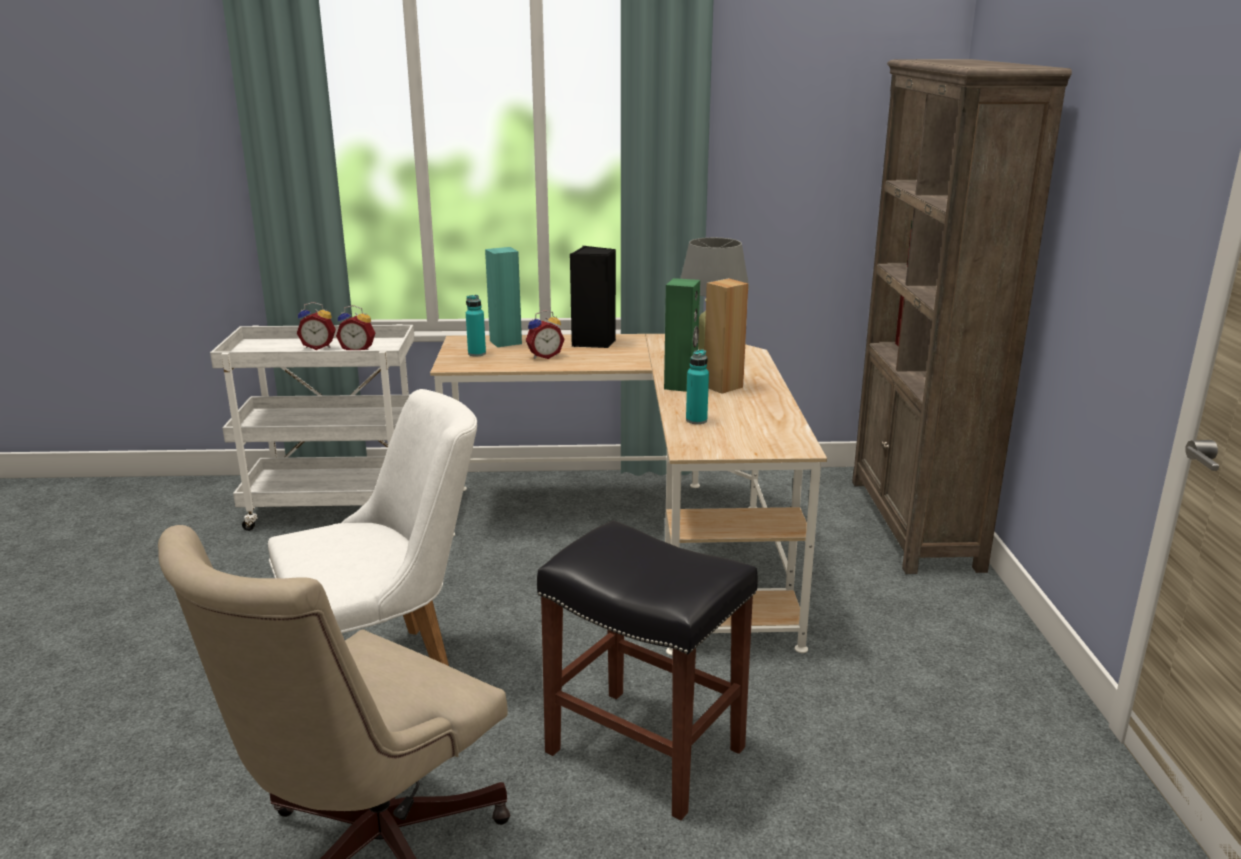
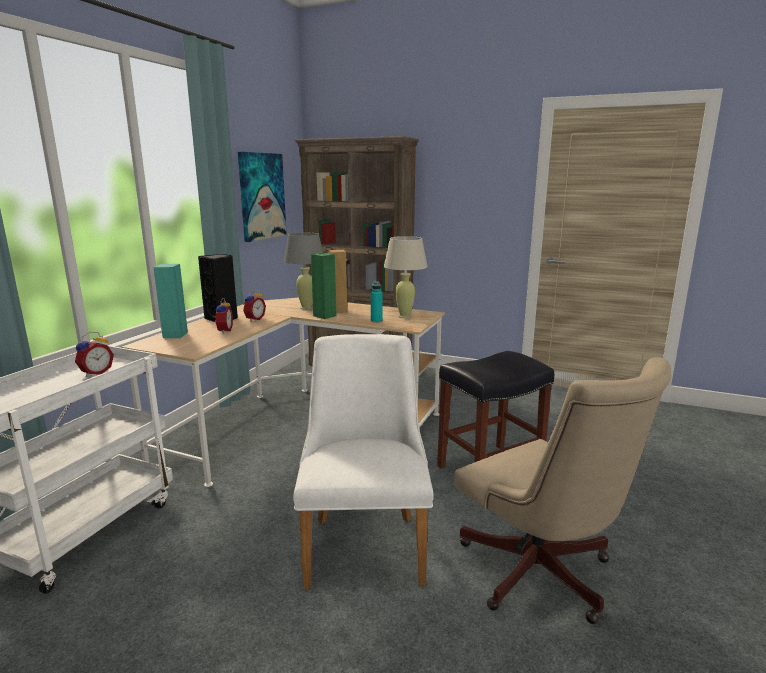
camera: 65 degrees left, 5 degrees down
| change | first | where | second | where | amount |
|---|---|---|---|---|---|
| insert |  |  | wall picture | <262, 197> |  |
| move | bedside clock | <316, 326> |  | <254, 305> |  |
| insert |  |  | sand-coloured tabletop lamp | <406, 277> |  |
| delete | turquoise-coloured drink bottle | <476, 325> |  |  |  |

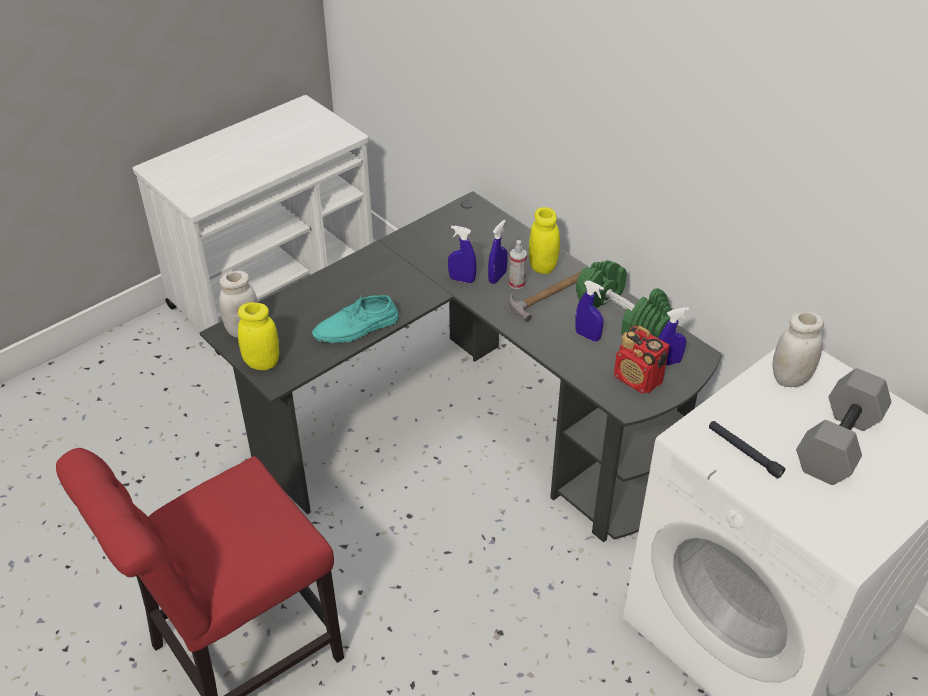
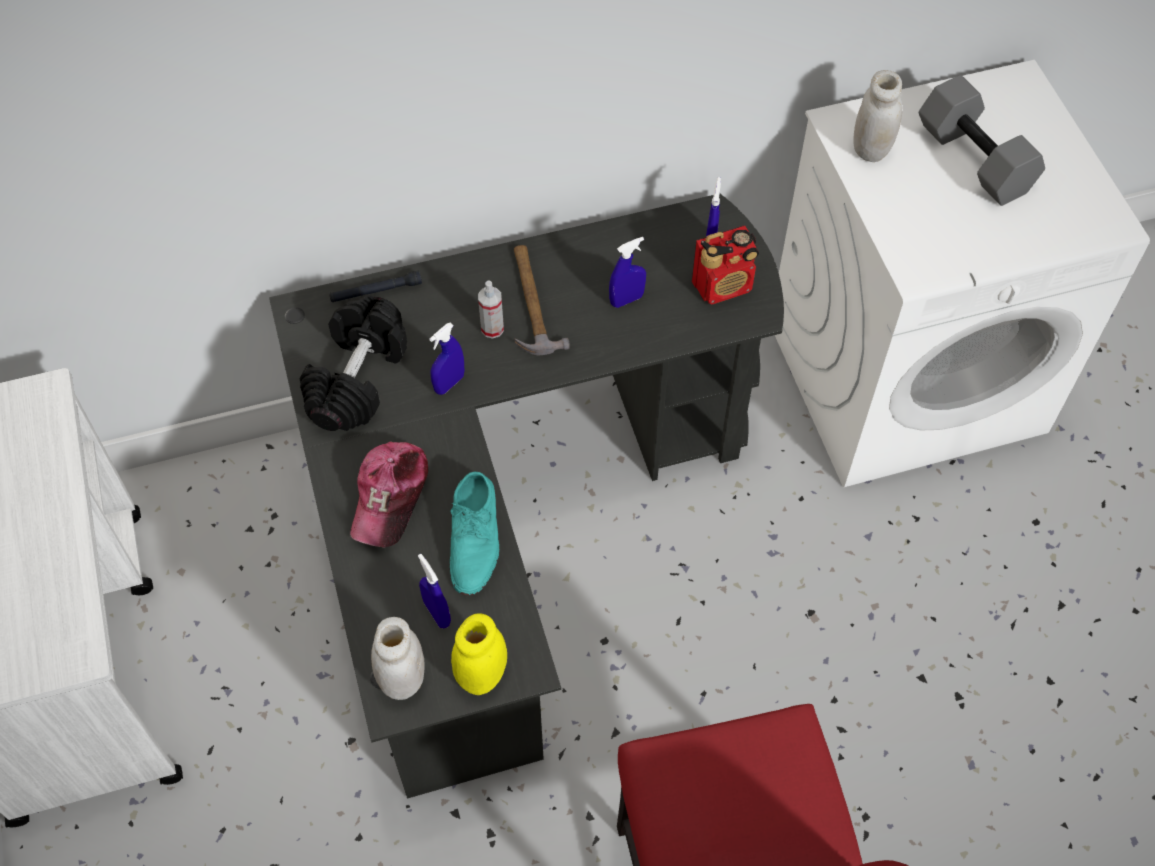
camera: 65 degrees left, 15 degrees up
| change | first | where | second | where | amount |
|---|---|---|---|---|---|
| insert |  |  | black dumbbell | <353, 362> |  |
| move | black hand torch | <747, 450> |  | <375, 286> |  |
| insert |  |  | peaked cap | <389, 494> |  |
| move | blue-coloured sprayer | <498, 252> |  | <434, 591> |  |
| delete | yellow-coloured jar | <544, 240> |  |  |  |
| delete | green-coloured dumbbell | <624, 298> |  |  |  |

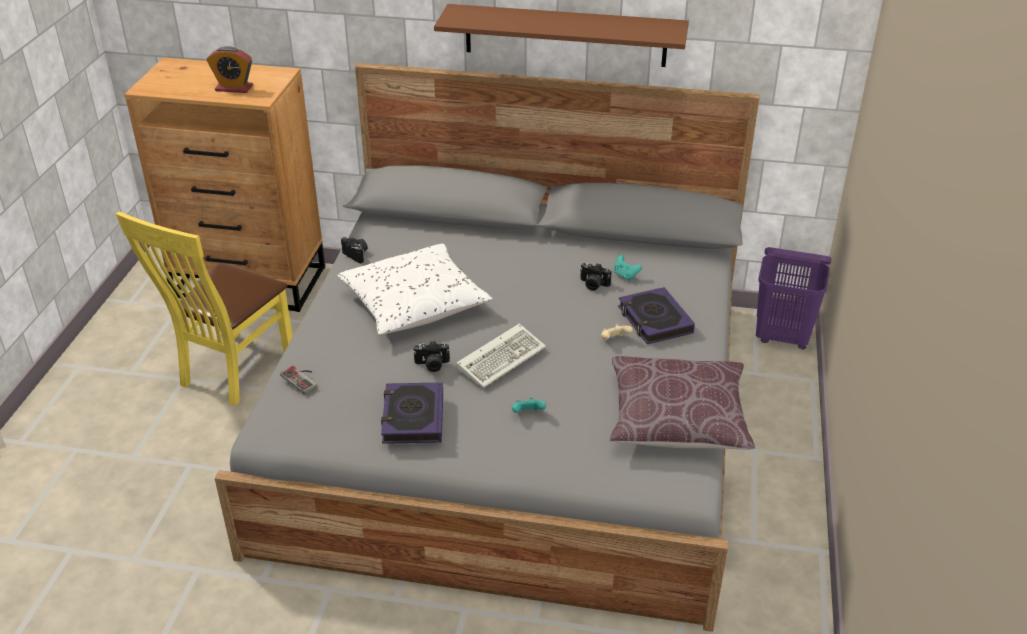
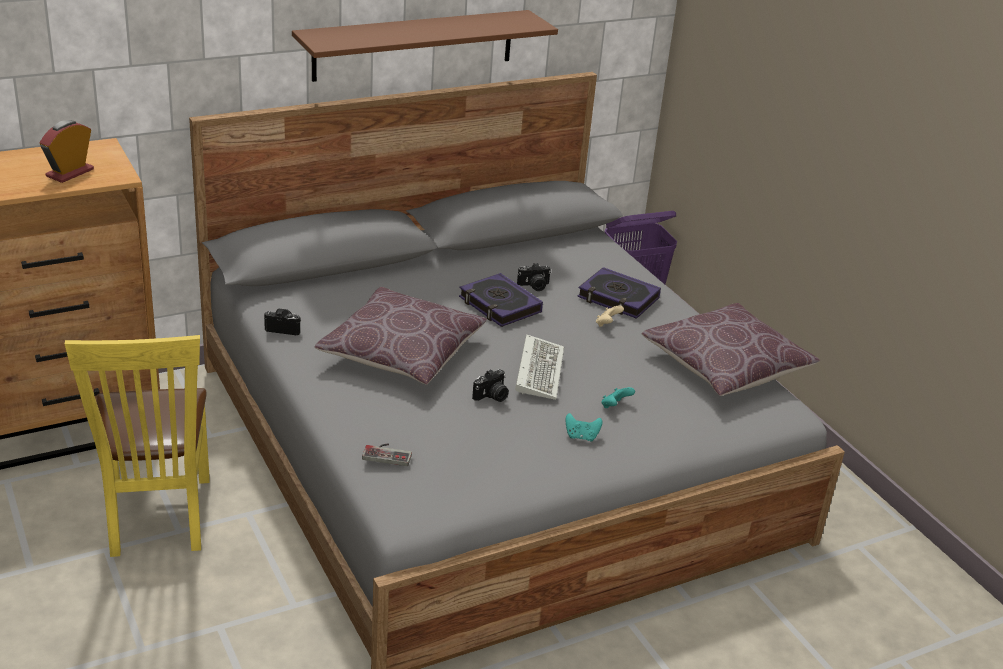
camera: 40 degrees left, 5 degrees down
| change | first | where | second | where | amount |
|---|---|---|---|---|---|
| rotate | bedside clock | <230, 69> |  | <66, 151> | 150 degrees clockwise |
| recolor | whitish pillow | <415, 289> | brownish pillow | <400, 336> |  |
| move | bound book | <412, 413> |  | <501, 300> |  |
| move | turquoise-coloured joypad | <628, 268> |  | <584, 427> |  |

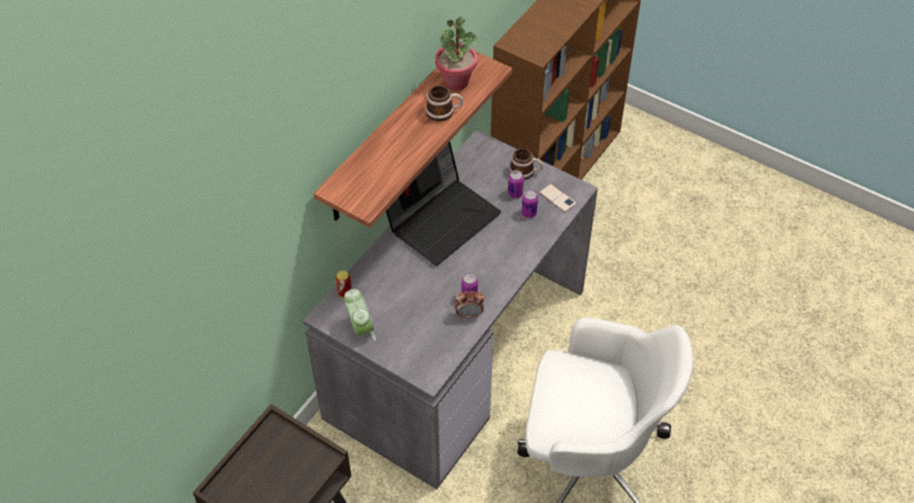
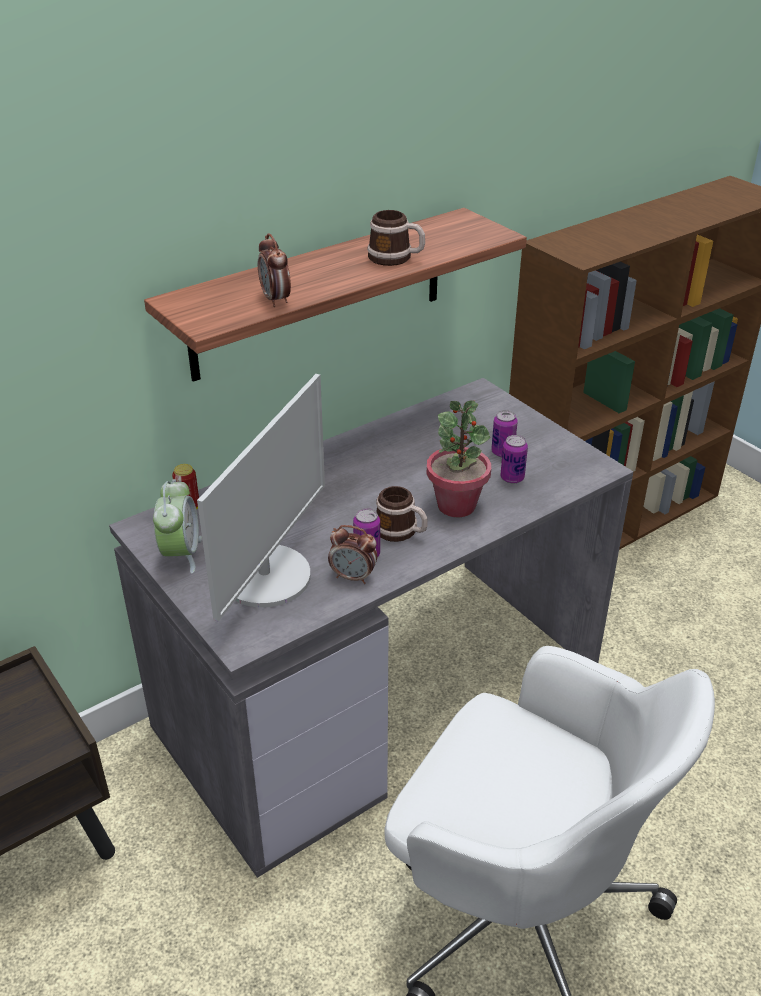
camera: 20 degrees right, 15 degrees down
| change | first | where | second | where | amount |
|---|---|---|---|---|---|
| insert |  |  | computer screen | <261, 498> |  |
| insert |  |  | bedside clock | <274, 270> |  |
| move | tea mug | <526, 164> |  | <402, 514> |  |
| move | houseplant | <456, 54> |  | <459, 459> |  |
| delete | portable computer | <443, 204> |  |  |  |
| delete | telephone | <558, 197> |  |  |  |

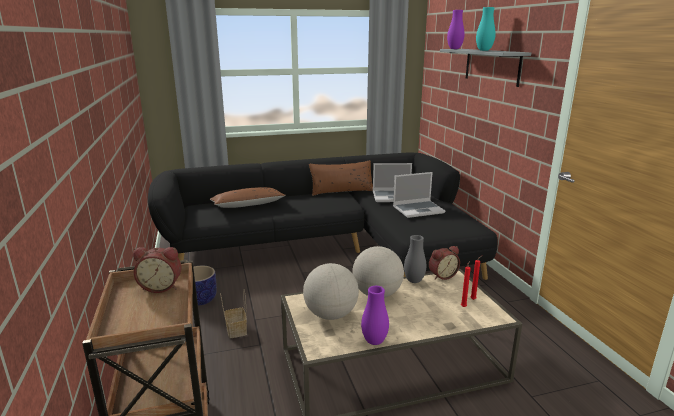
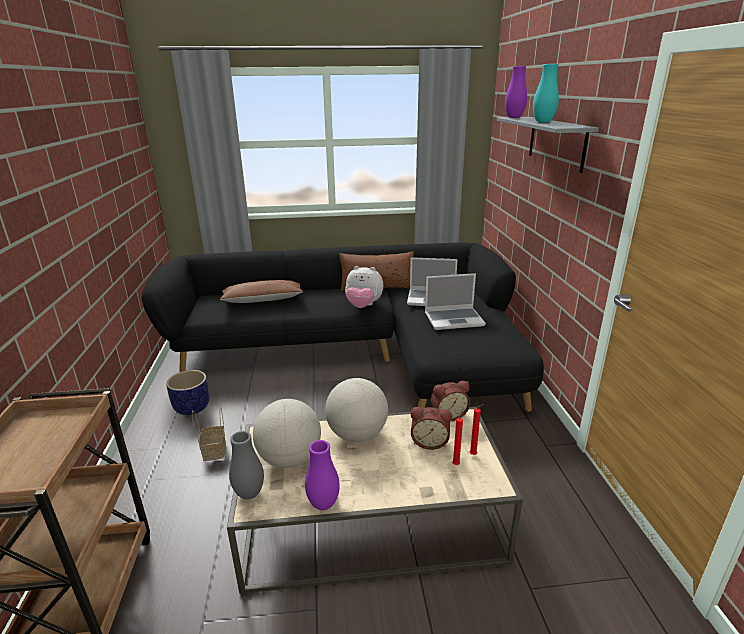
camera: 10 degrees right, 5 degrees up
| change | first | where | second | where | amount |
|---|---|---|---|---|---|
| move | grey flower vase | <415, 259> |  | <246, 465> |  |
| insert |  |  | plush toy | <364, 287> |  |
| move | bedside clock | <157, 270> |  | <431, 428> |  |

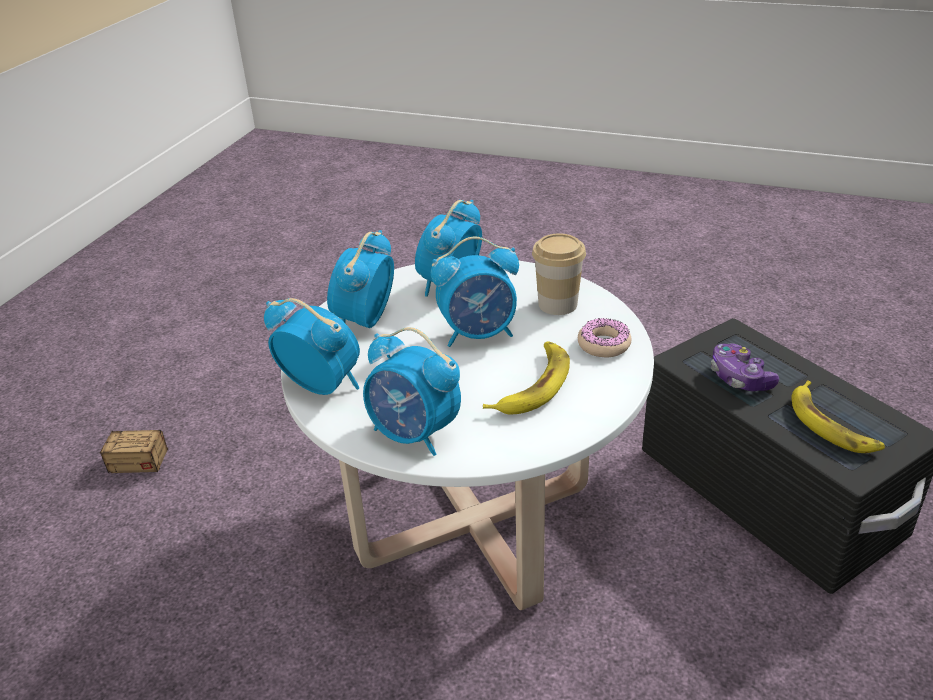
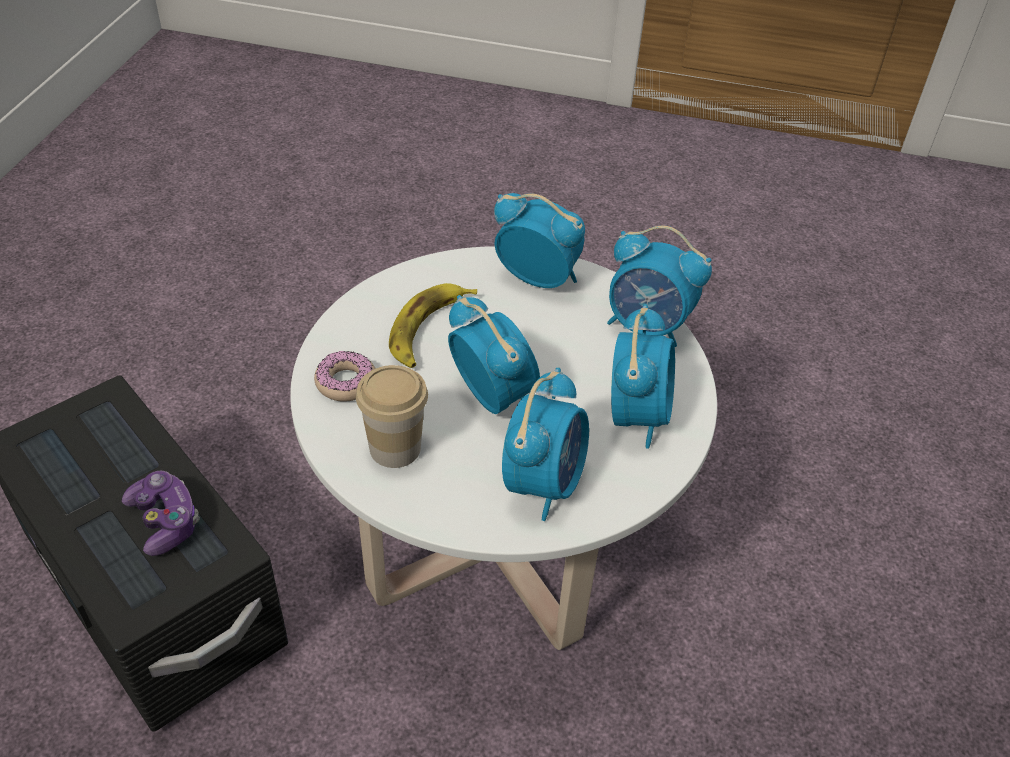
camera: 170 degrees right, 10 degrees up
| change | first | where | second | where | amount |
|---|---|---|---|---|---|
| rotate | bedside clock | <475, 292> |  | <494, 354> | 75 degrees clockwise |
| delete | storage container | <157, 426> |  |  |  |
| delete | banana | <838, 417> |  |  |  |

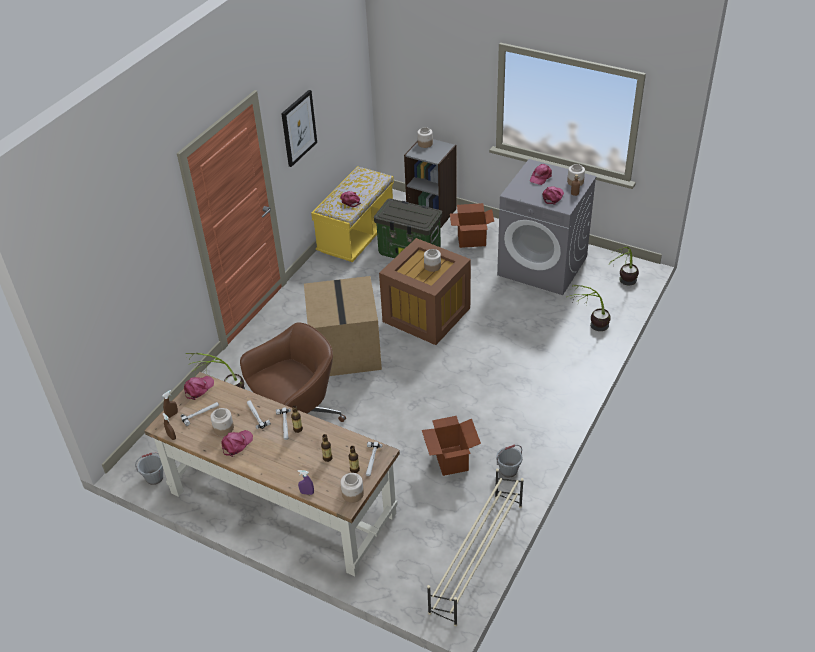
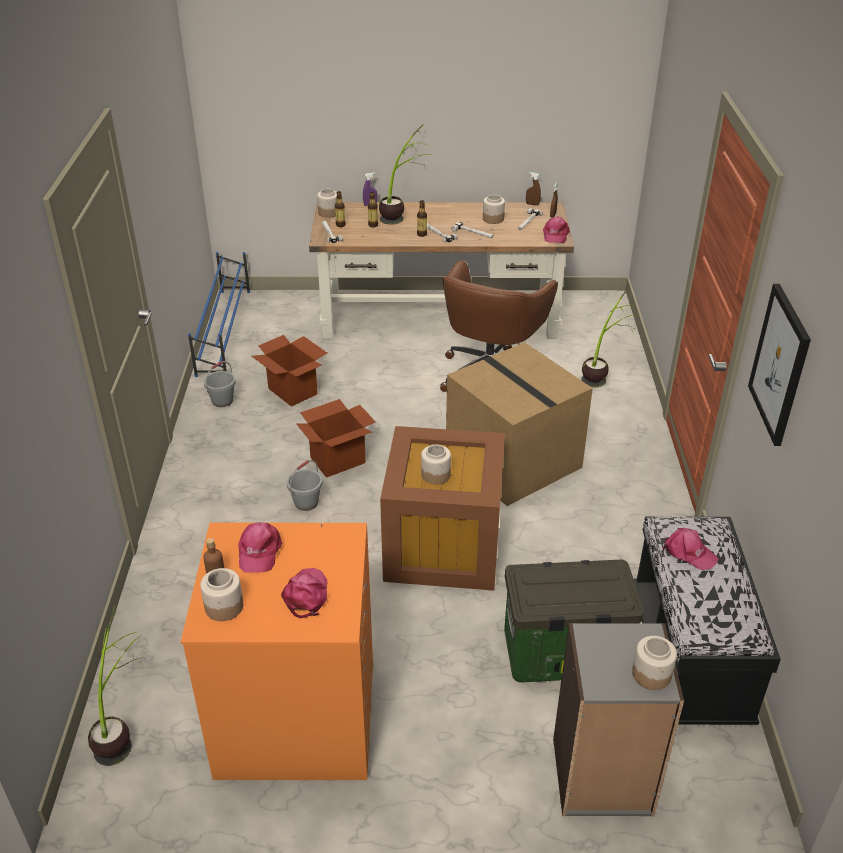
camera: 150 degrees right, 5 degrees down
| change | first | where | second | where | amount |
|---|---|---|---|---|---|
| recolor | grey laundry machine | <547, 227> | orangey laundry machine | <276, 651> |  |
| recolor | sand-coloured shoe shelf | <475, 548> | blue-coloured shoe shelf | <219, 314> |  |
| move | grey bucket | <149, 469> |  | <304, 485> |  |
| move | cardboard box | <472, 225> |  | <336, 438> |  |
| move | houseplant | <588, 308> |  | <405, 174> |  |
| recolor | yellow-coloured indoor bench | <352, 214> | black indoor bench | <707, 620> |  |
| delete | pink-coloured peaked cap | <237, 443> |  |  |  |

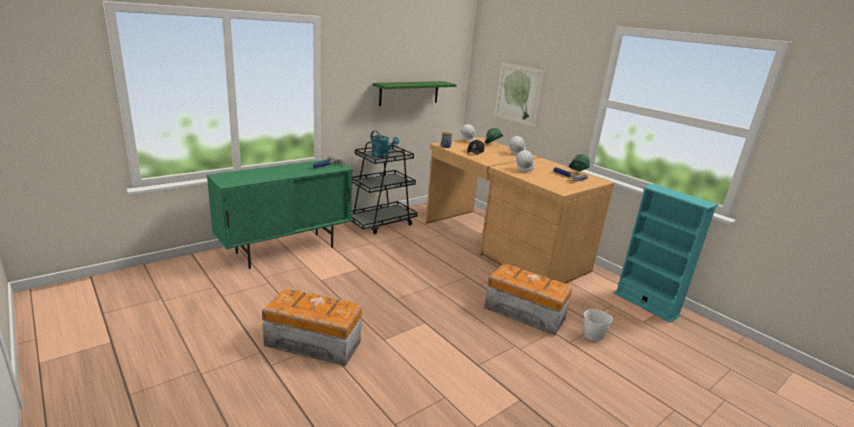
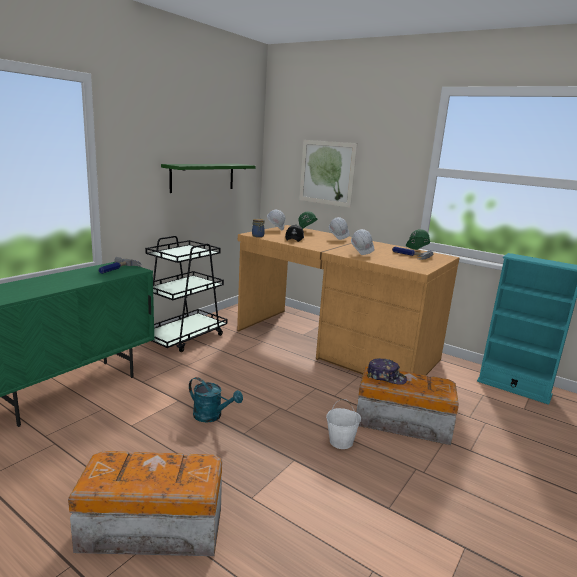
camera: 15 degrees left, 5 degrees down
| change | first | where | second | where | amount |
|---|---|---|---|---|---|
| move | turquoise-coloured watering pot | <385, 144> |  | <216, 400> |  |
| move | whitish bucket | <598, 322> |  | <343, 424> |  |
| insert |  |  | peaked cap | <387, 371> |  |

